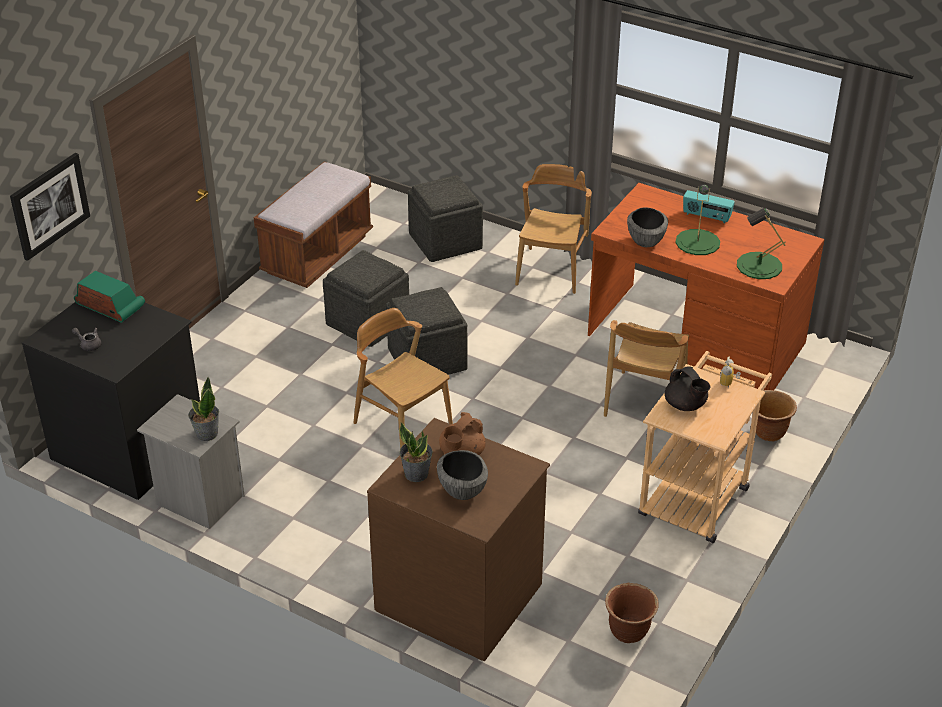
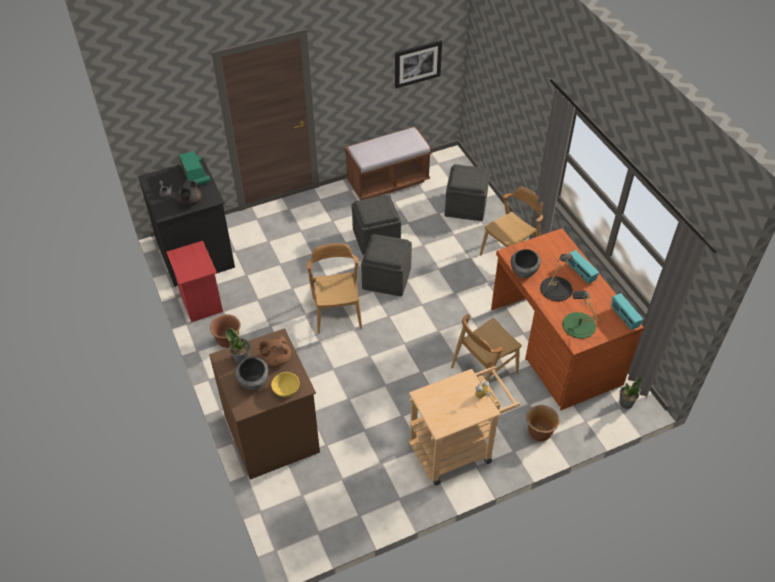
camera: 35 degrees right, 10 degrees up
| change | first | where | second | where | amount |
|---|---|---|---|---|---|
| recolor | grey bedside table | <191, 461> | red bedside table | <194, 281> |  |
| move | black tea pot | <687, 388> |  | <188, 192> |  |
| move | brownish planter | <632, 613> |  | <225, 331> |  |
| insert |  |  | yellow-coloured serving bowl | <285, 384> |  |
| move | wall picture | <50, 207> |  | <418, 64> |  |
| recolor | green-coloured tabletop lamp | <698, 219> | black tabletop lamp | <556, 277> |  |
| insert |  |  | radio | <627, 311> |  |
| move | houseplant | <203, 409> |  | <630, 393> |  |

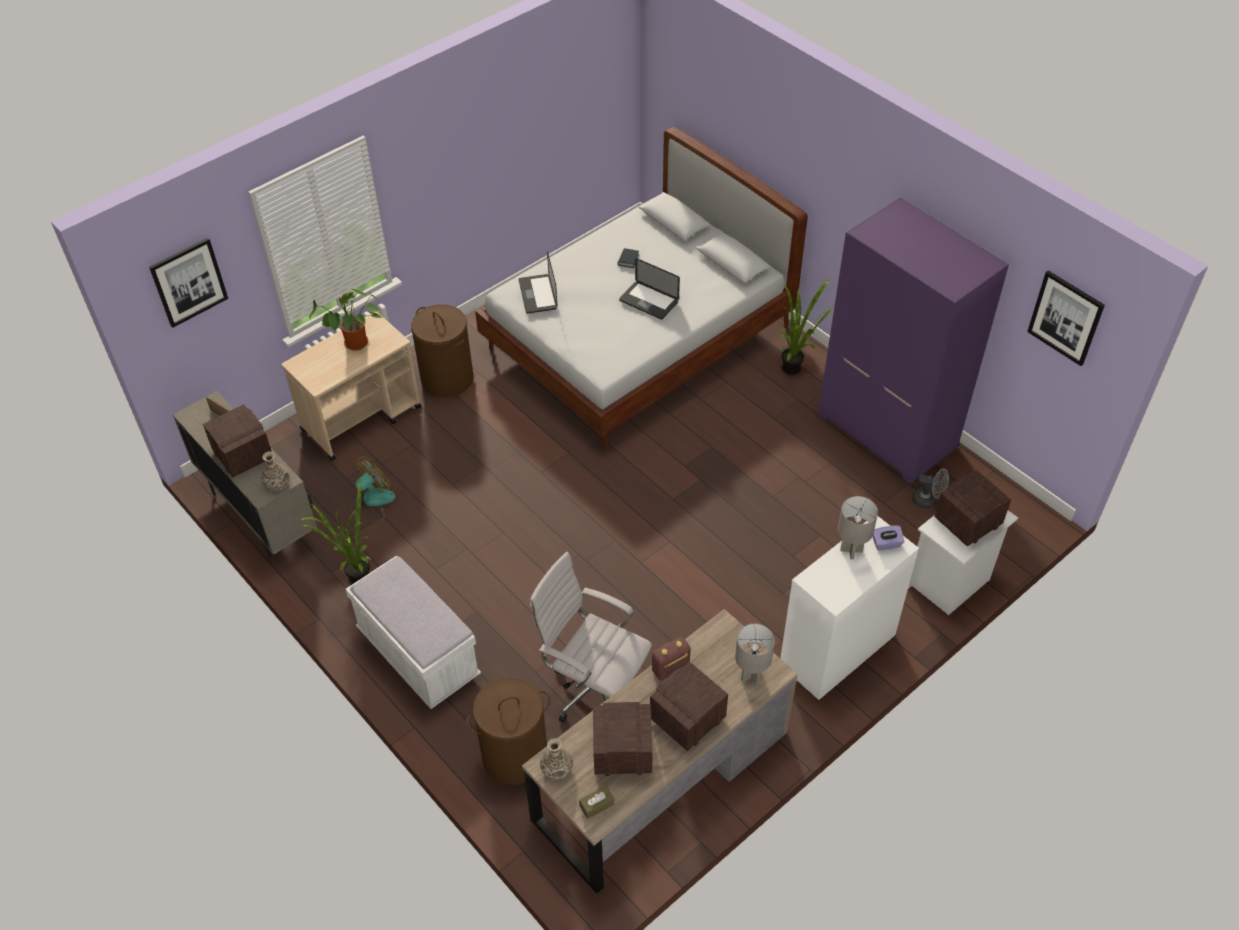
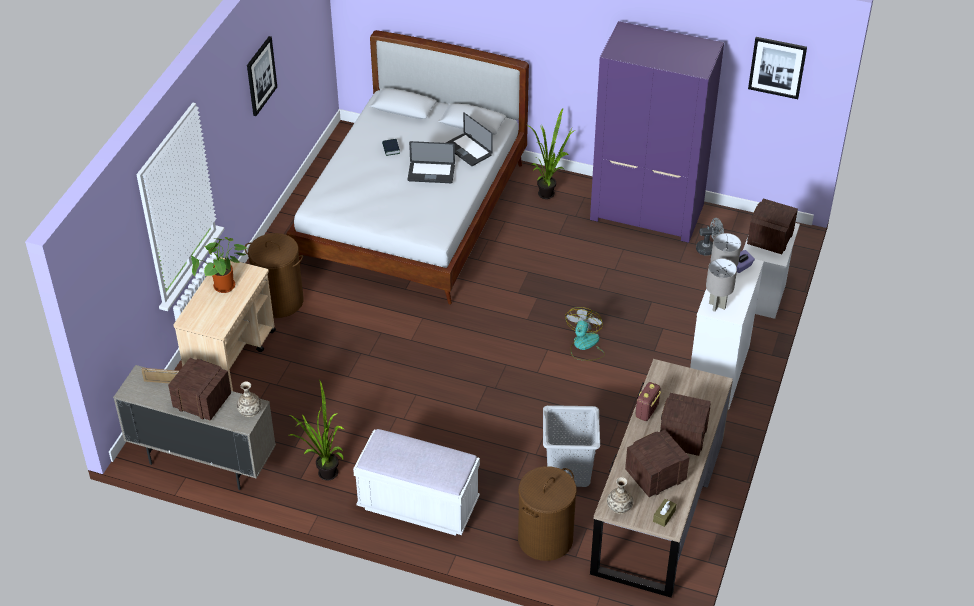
camera: 30 degrees left, 5 degrees down
| change | first | where | second | where | amount |
|---|---|---|---|---|---|
| move | wall picture | <188, 283> |  | <262, 76> |  |
| move | portable computer | <538, 282> |  | <469, 139> |  |
| replace | whitish computer chair | <590, 637> | grey hamper | <571, 446> |  |
| move | electric fan | <372, 489> |  | <585, 334> |  |
| move | grey tabletop lamp | <755, 654> |  | <721, 285> |  |

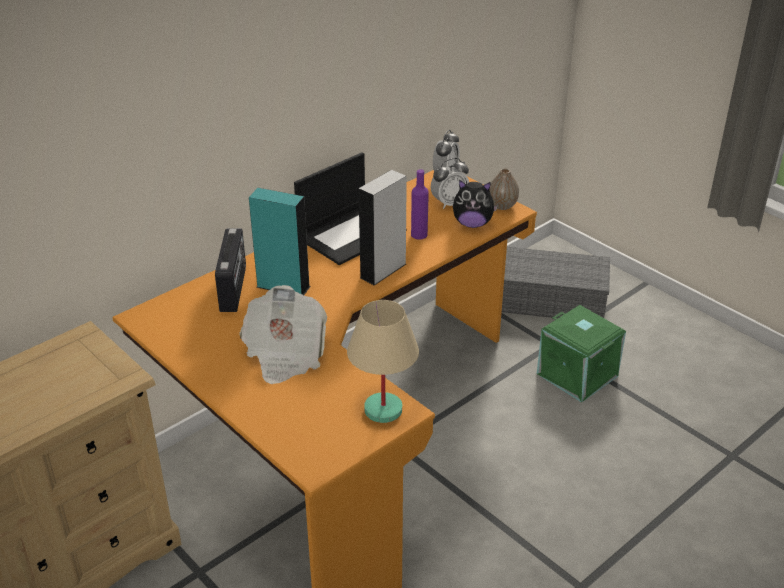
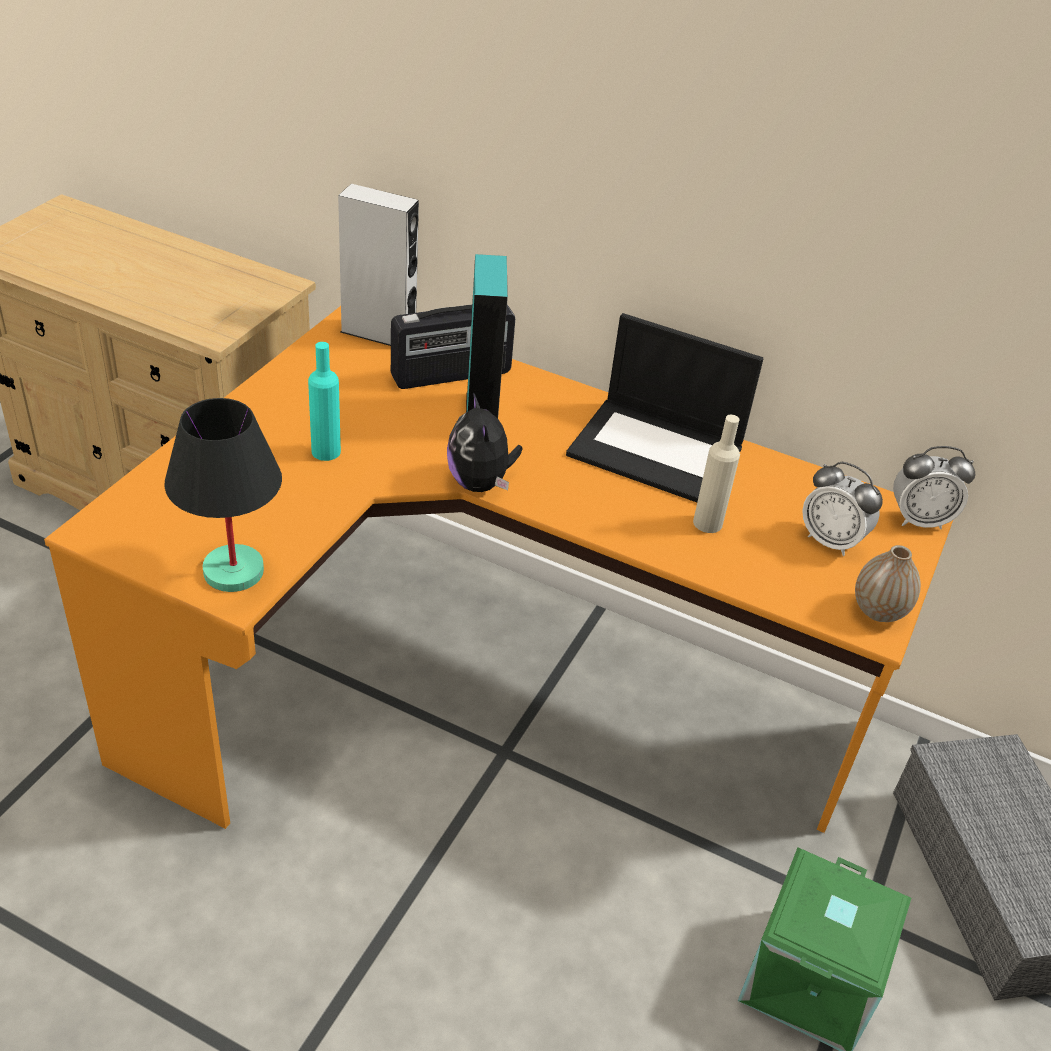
camera: 65 degrees right, 5 degrees up
| change | first | where | second | where | amount |
|---|---|---|---|---|---|
| recolor | sand-coloured tabletop lamp | <383, 361> | black tabletop lamp | <223, 495> |  |
| replace | newspaper | <283, 334> | turquoise-coloured drink bottle | <324, 401> |  |
| move | grey audio speaker | <382, 228> |  | <378, 265> |  |
| move | plush toy | <475, 204> |  | <485, 442> |  |
| recolor | purple-coloured drink bottle | <420, 204> | sand-coloured drink bottle | <716, 474> |  |

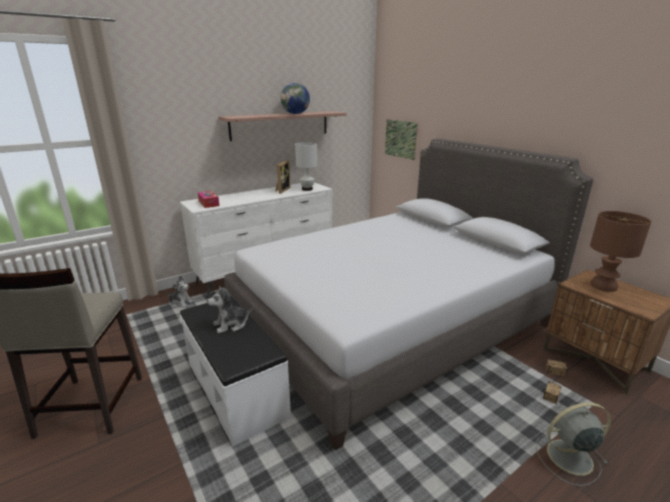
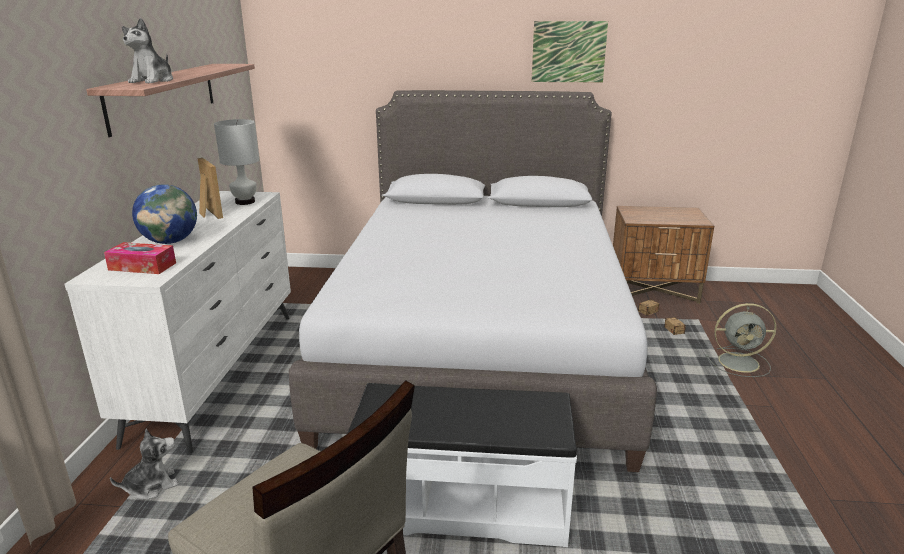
camera: 50 degrees left, 0 degrees up
| change | first | where | second | where | amount |
|---|---|---|---|---|---|
| move | plush toy | <230, 310> |  | <147, 50> |  |
| move | desk globe | <295, 98> |  | <164, 214> |  |
| move | wall picture | <401, 139> |  | <570, 52> |  |
| rotate | grey electric fan | <573, 444> |  | <740, 340> | 120 degrees counterclockwise |
| delete | brownish tabletop lamp | <620, 251> |  |  |  |

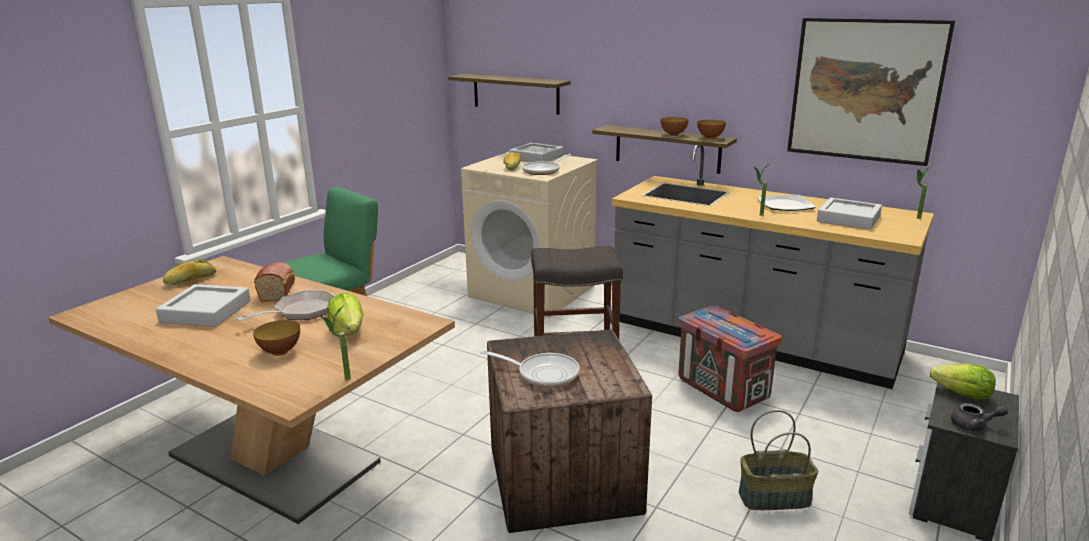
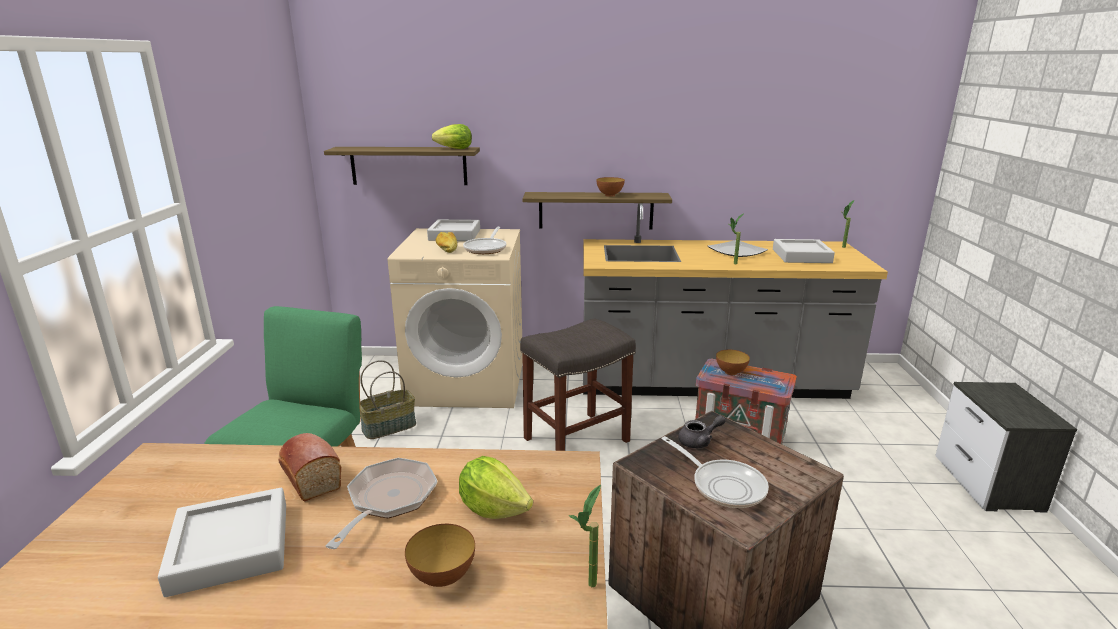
camera: 30 degrees left, 0 degrees up
| change | first | where | second | where | amount |
|---|---|---|---|---|---|
| move | basket | <778, 460> |  | <388, 399> |  |
| move | lettuce | <963, 382> |  | <452, 136> |  |
| rotate | skillet | <530, 368> |  | <715, 472> | 60 degrees clockwise |
| move | grey tea pot | <979, 417> |  | <702, 431> |  |
| move | serving bowl | <711, 129> |  | <733, 362> |  |
| delete | bread | <189, 272> |  |  |  |
| delete | wall picture | <871, 92> |  |  |  |

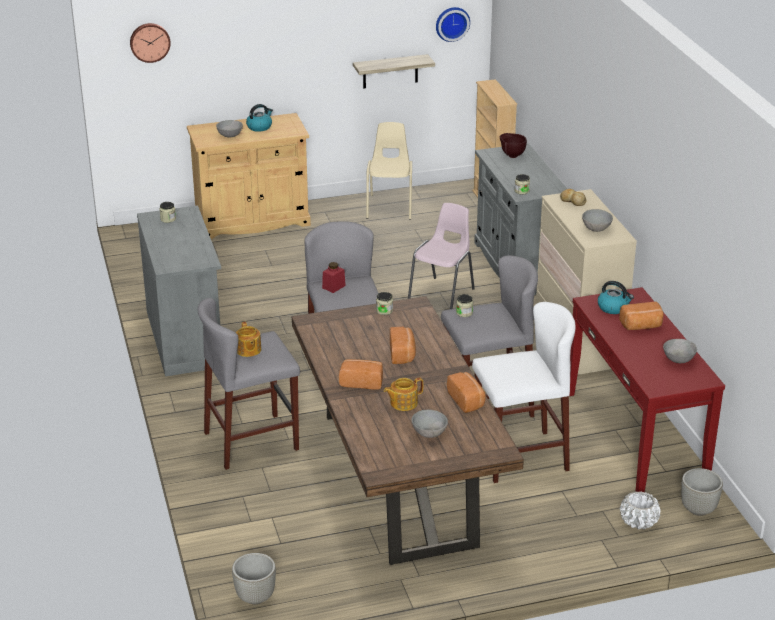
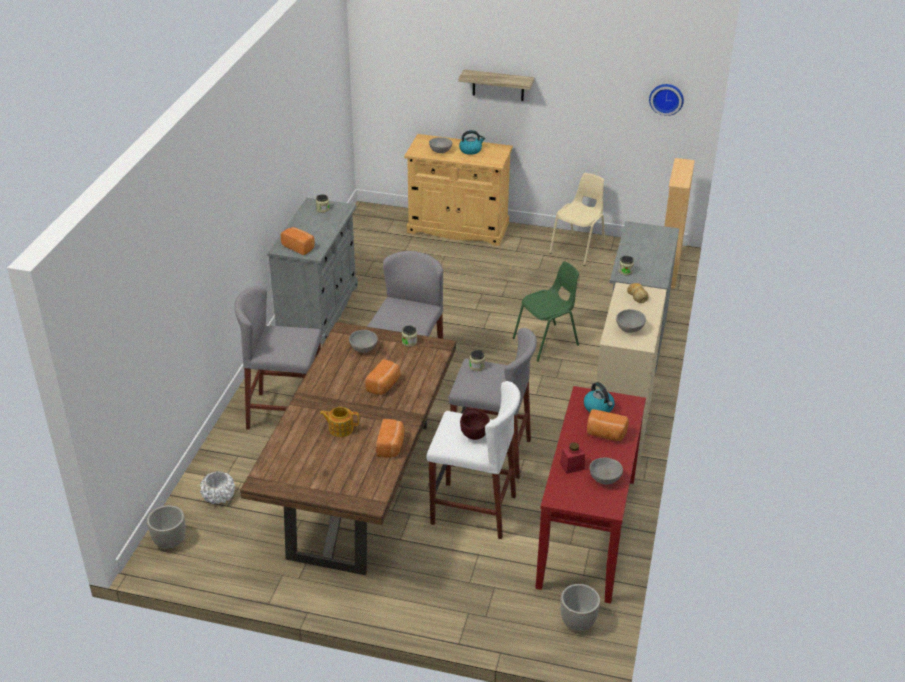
camera: 30 degrees right, 5 degrees up
| change | first | where | second | where | amount |
|---|---|---|---|---|---|
| move | whitish planter | <640, 510> |  | <217, 487> |  |
| move | bread | <361, 374> |  | <298, 241> |  |
| move | grey serving bowl | <429, 424> |  | <363, 341> |  |
| move | wall shelf | <394, 71> |  | <496, 85> |  |
| move | brownish serving bowl | <513, 145> |  | <475, 424> |  |
| recolor | pink-coloured upright chair | <441, 256> | green-coloured upright chair | <546, 311> |  |
| move | red jar | <334, 277> |  | <572, 458> |  |
| delete | clock on the wall | <150, 43> |  |  |  |
| delete | tea pot | <248, 339> |  |  |  |

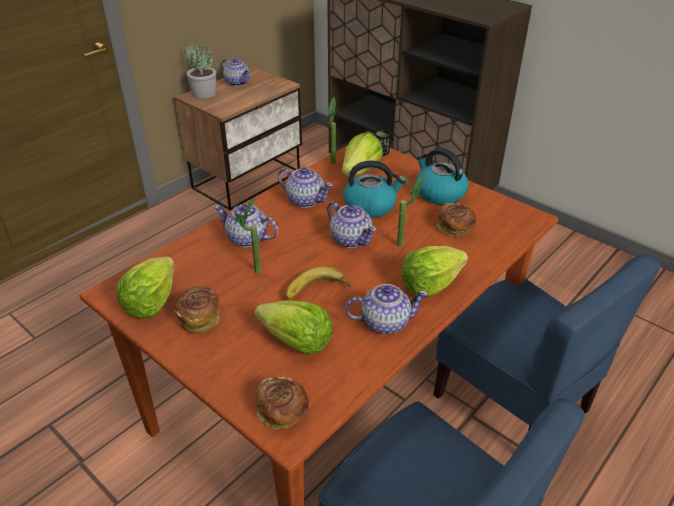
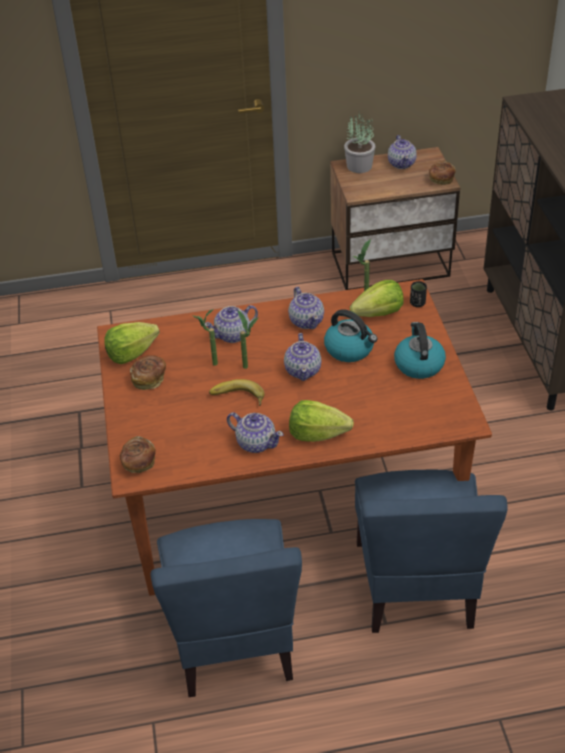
camera: 40 degrees right, 5 degrees up
| change | first | where | second | where | amount |
|---|---|---|---|---|---|
| rotate | tea pot | <246, 225> |  | <231, 324> | 90 degrees counterclockwise |
| move | houseplant | <410, 210> |  | <248, 339> |  |
| move | bread | <456, 219> |  | <442, 173> |  |
| delete | lettuce | <293, 328> |  |  |  |

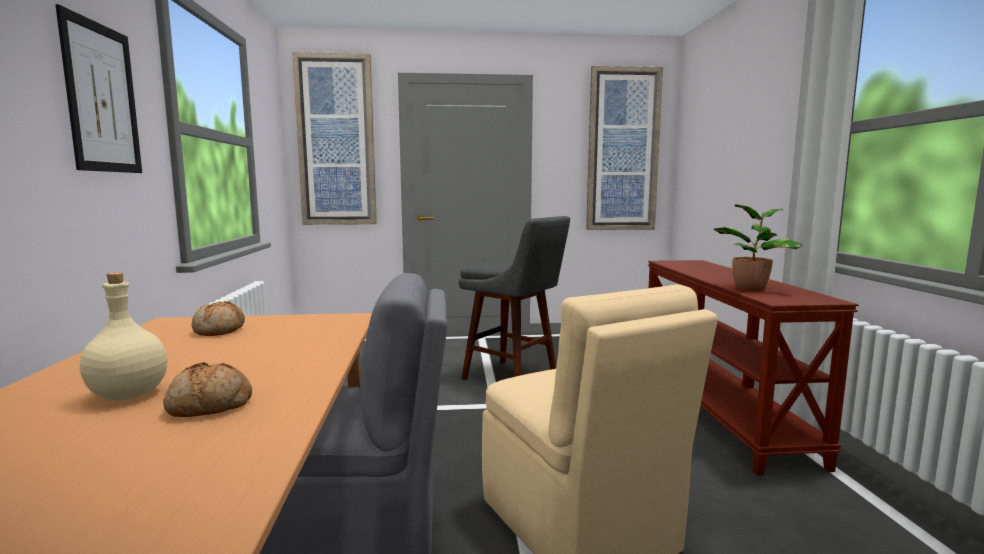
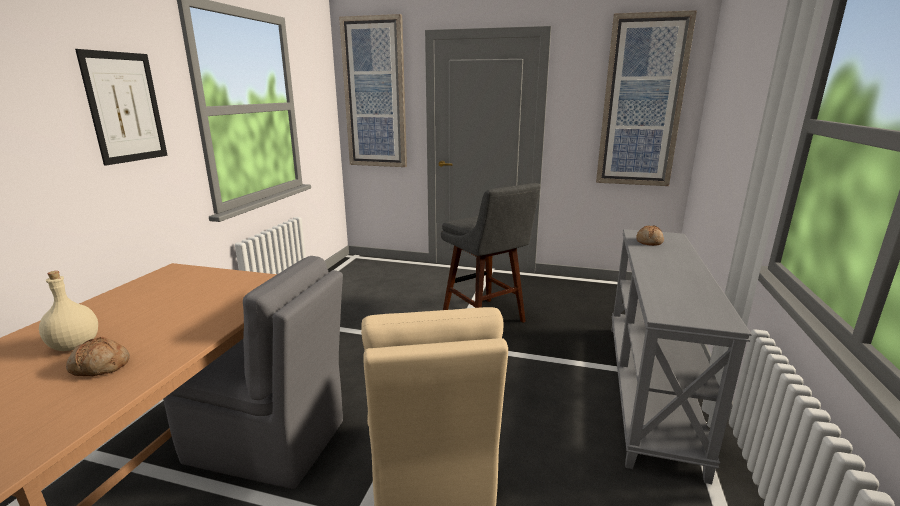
camera: 20 degrees right, 10 degrees up
| change | first | where | second | where | amount |
|---|---|---|---|---|---|
| recolor | brownish narrow table | <753, 367> | grey narrow table | <681, 356> |  |
| move | bread | <218, 318> |  | <650, 235> |  |
| delete | houseplant | <758, 247> |  |  |  |

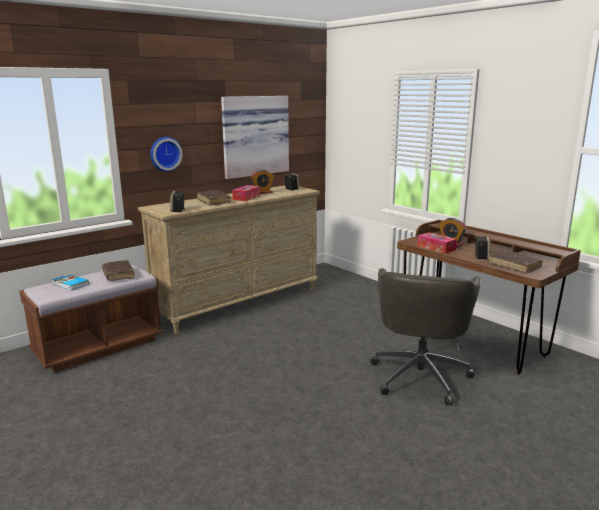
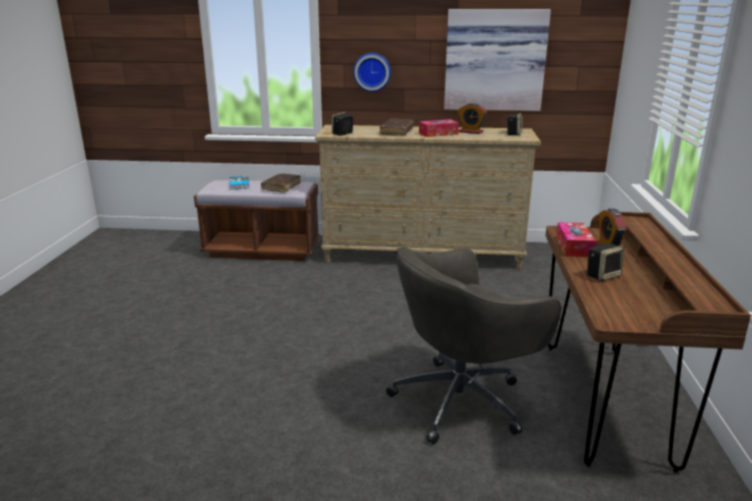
camera: 45 degrees right, 5 degrees up
| change | first | where | second | where | amount |
|---|---|---|---|---|---|
| delete | brownish bound book | <515, 262> |  |  |  |

